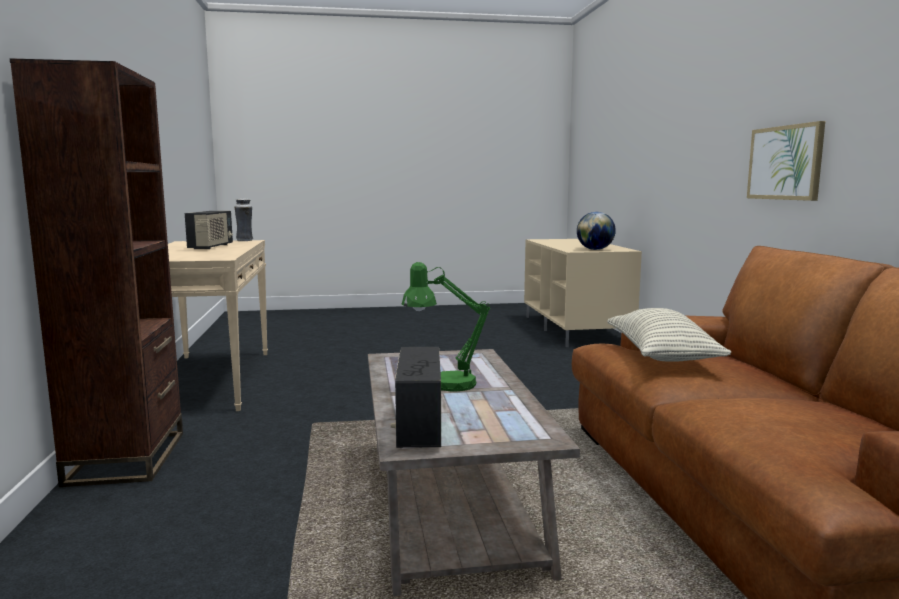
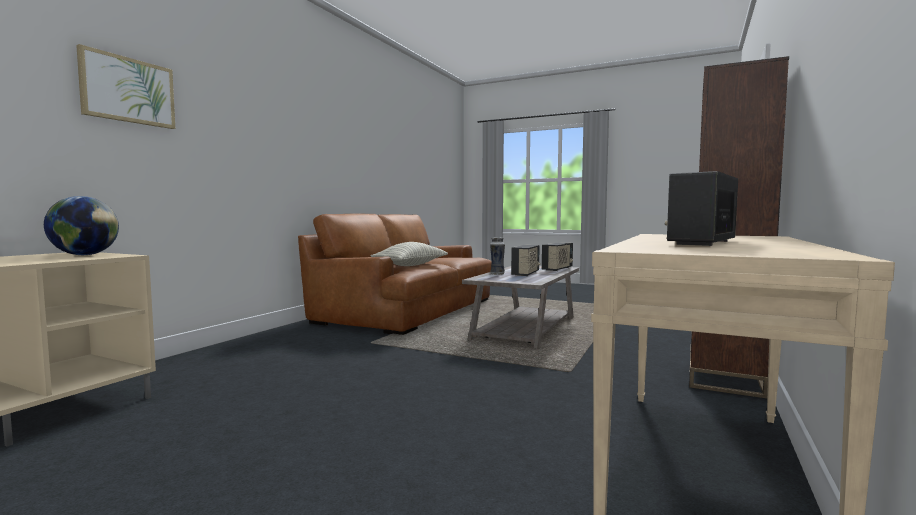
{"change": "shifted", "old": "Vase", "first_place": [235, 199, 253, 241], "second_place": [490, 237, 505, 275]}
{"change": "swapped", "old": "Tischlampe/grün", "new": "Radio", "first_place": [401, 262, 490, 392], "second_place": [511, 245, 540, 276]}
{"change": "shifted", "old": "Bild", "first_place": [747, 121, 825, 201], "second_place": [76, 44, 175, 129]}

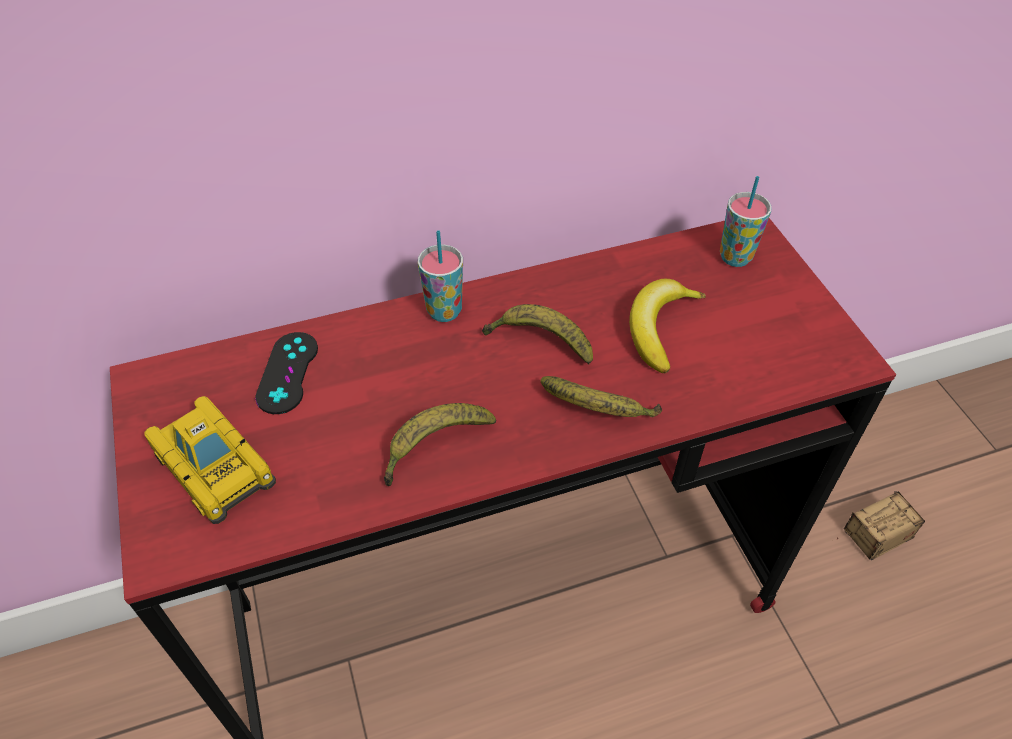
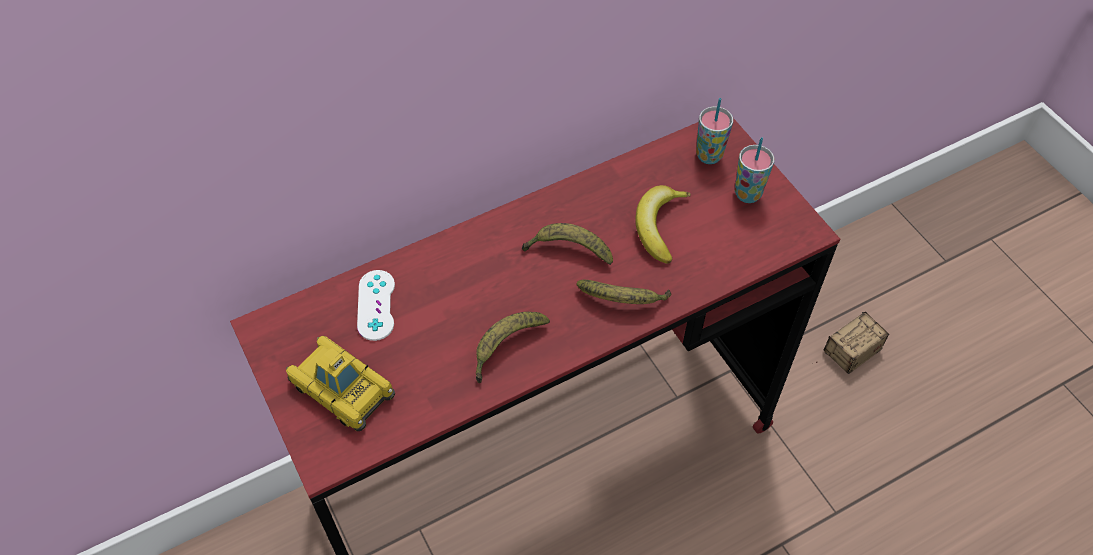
{"change": "repainted", "old": "Gamepad/schwarz", "new": "Gamepad/weiß", "first_place": [255, 332, 318, 414], "second_place": [357, 270, 395, 341]}
{"change": "shifted", "old": "Tasse", "first_place": [418, 230, 463, 322], "second_place": [735, 137, 774, 203]}

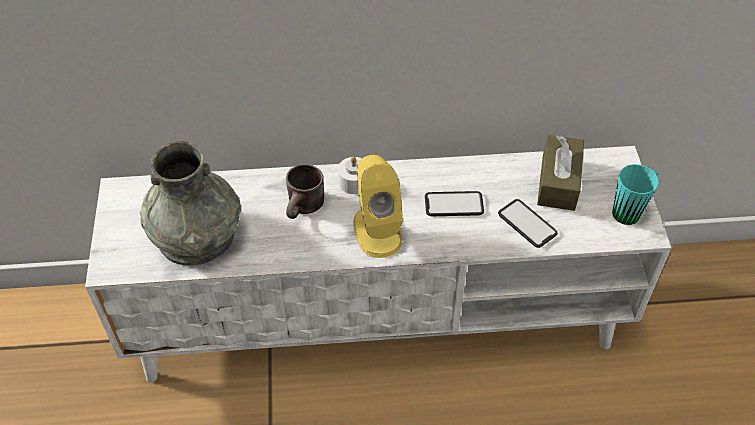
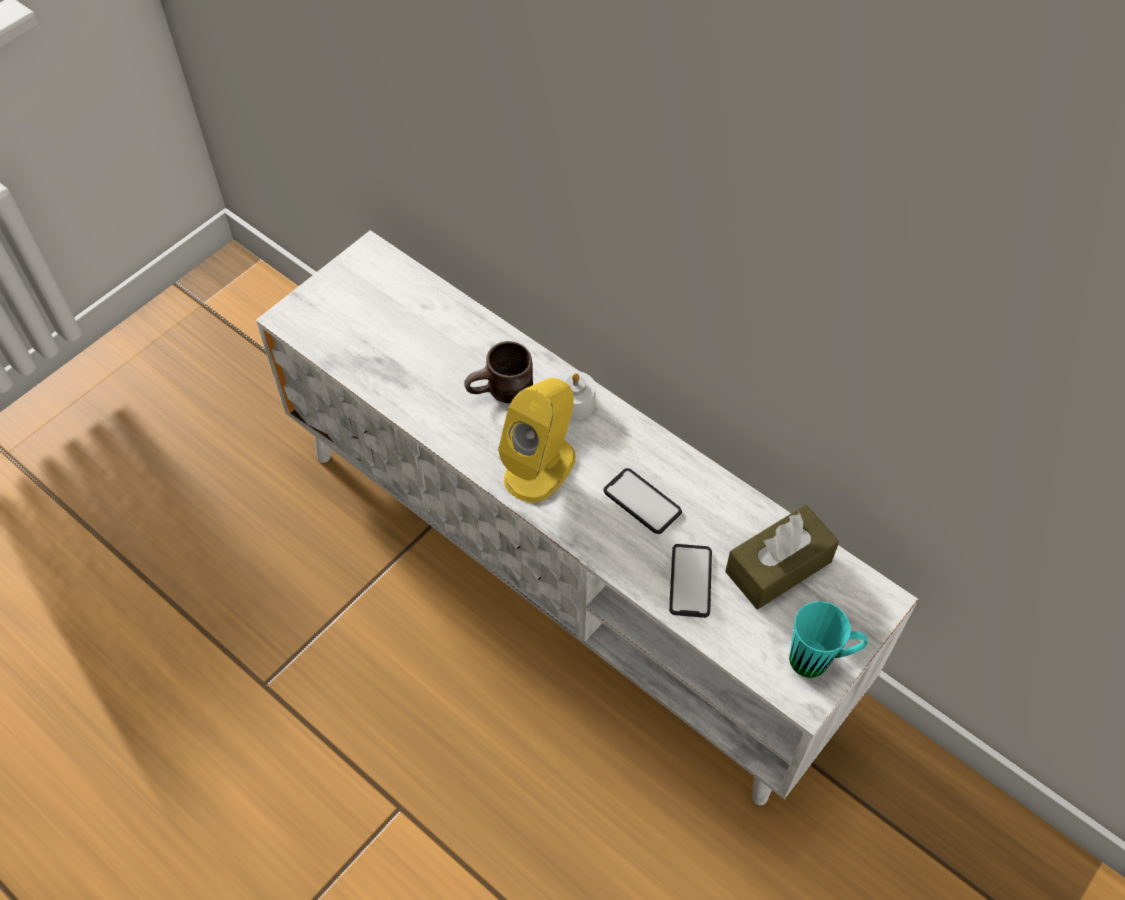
{"change": "gone", "old": "Vase/grau", "first_place": [140, 141, 241, 265]}

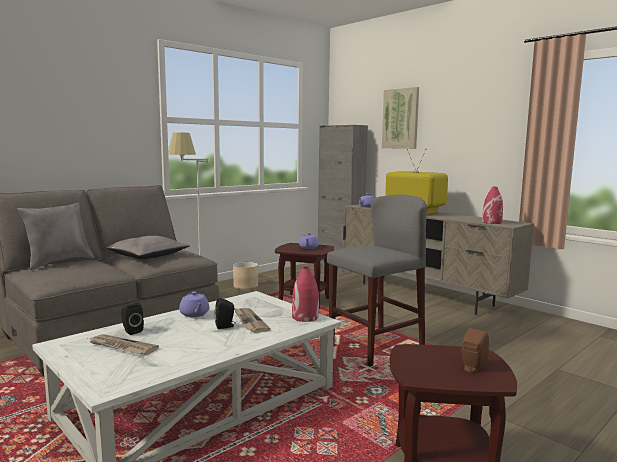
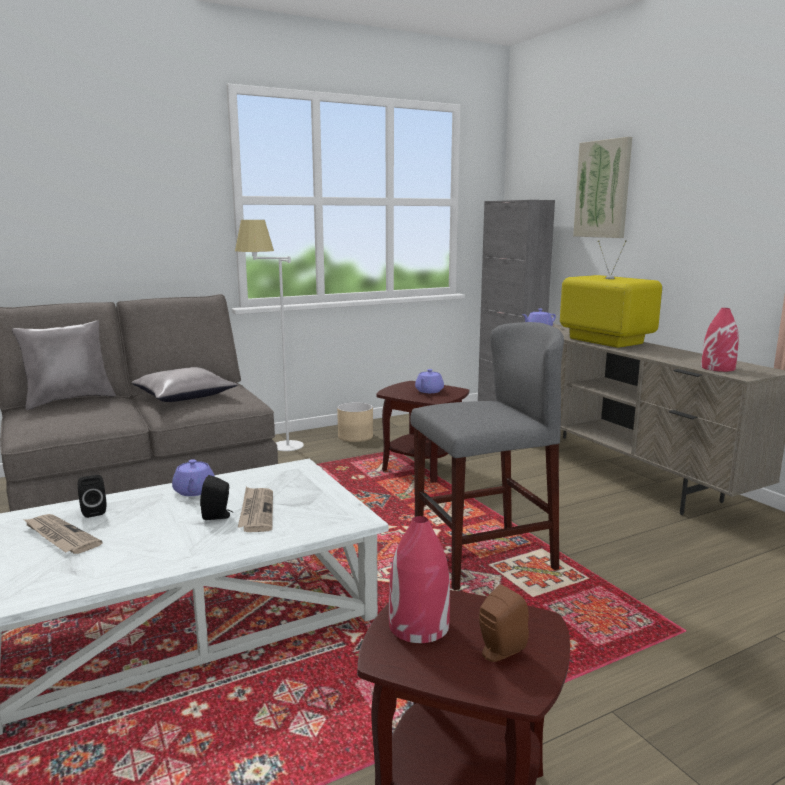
{"change": "shifted", "old": "Vase/rot", "first_place": [292, 267, 319, 322], "second_place": [389, 516, 450, 643]}

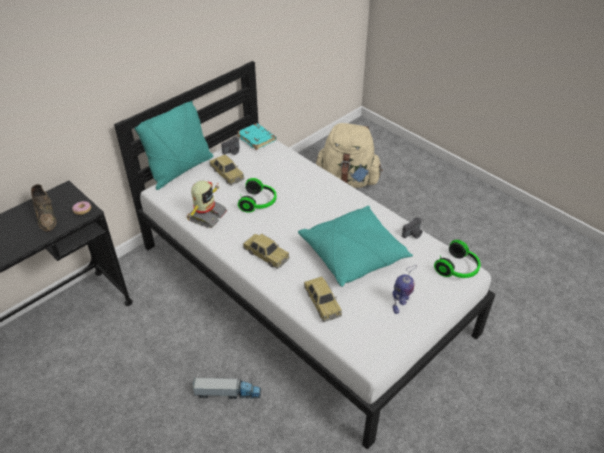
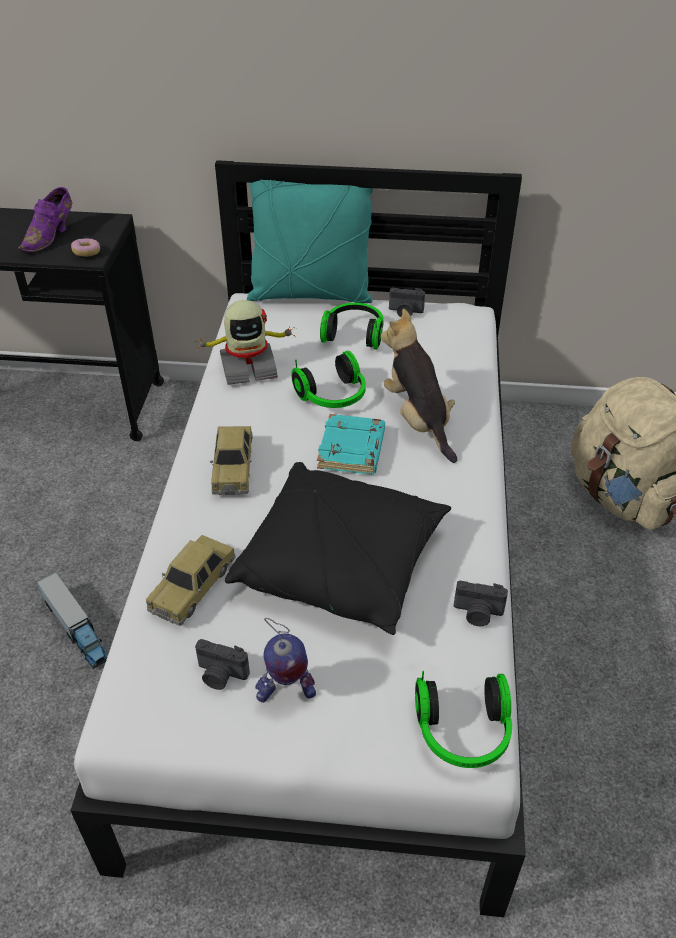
{"change": "repainted", "old": "Schuh/braun", "new": "Schuh/lila", "first_place": [31, 184, 57, 232], "second_place": [18, 187, 72, 252]}
{"change": "swapped", "old": "Spielzeugauto", "new": "Kopfhörer", "first_place": [210, 155, 244, 185], "second_place": [320, 303, 384, 349]}
{"change": "shifted", "old": "Buch/türkis", "first_place": [237, 123, 276, 150], "second_place": [317, 414, 385, 474]}
{"change": "repainted", "old": "Kissen/türkis", "new": "Kissen/schwarz", "first_place": [298, 206, 413, 287], "second_place": [225, 462, 451, 635]}
{"change": "new", "new": "Kamera", "second_place": [195, 639, 250, 690]}
{"change": "new", "new": "Plüschtier", "second_place": [381, 308, 457, 463]}

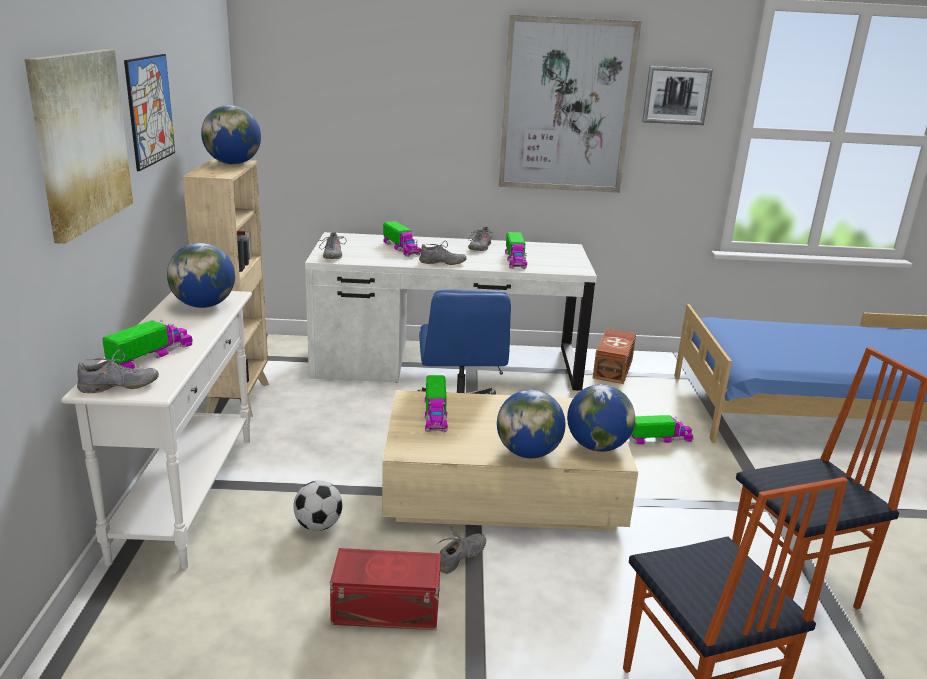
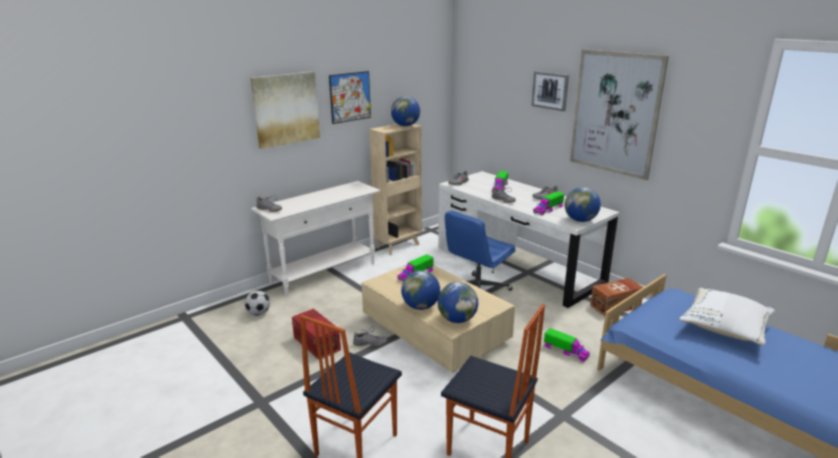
{"change": "gone", "old": "Spielzeuglaster", "first_place": [102, 320, 193, 369]}
{"change": "shifted", "old": "Globus", "first_place": [167, 243, 235, 308], "second_place": [565, 187, 601, 222]}
{"change": "shifted", "old": "Fußball", "first_place": [293, 480, 342, 531], "second_place": [245, 290, 270, 316]}
{"change": "shifted", "old": "Bild", "first_place": [642, 66, 713, 125], "second_place": [532, 71, 569, 111]}
{"change": "new", "new": "Kissen/weiß", "second_place": [679, 288, 775, 345]}

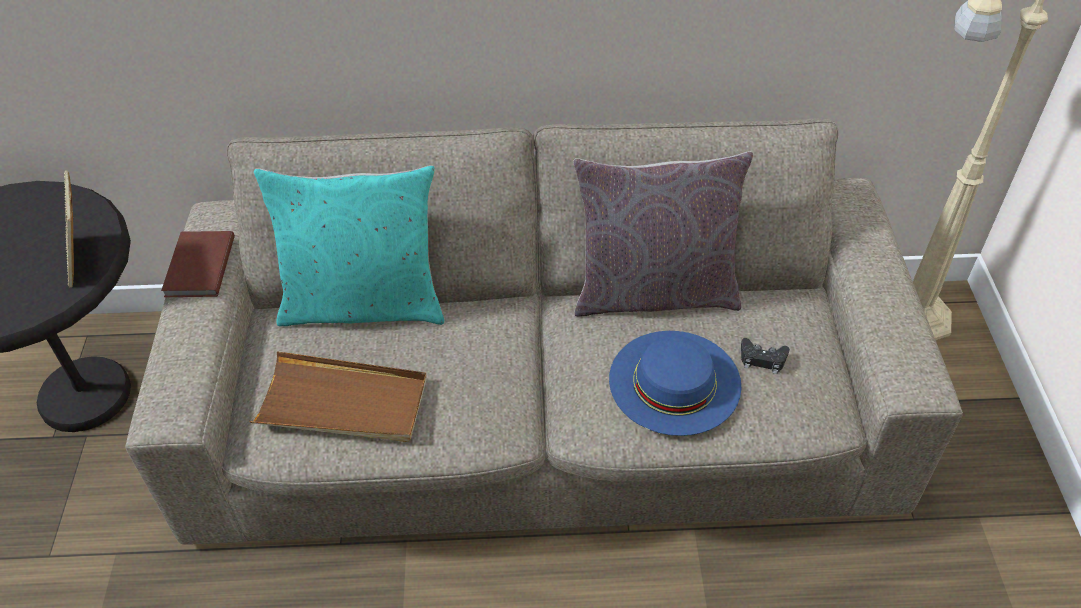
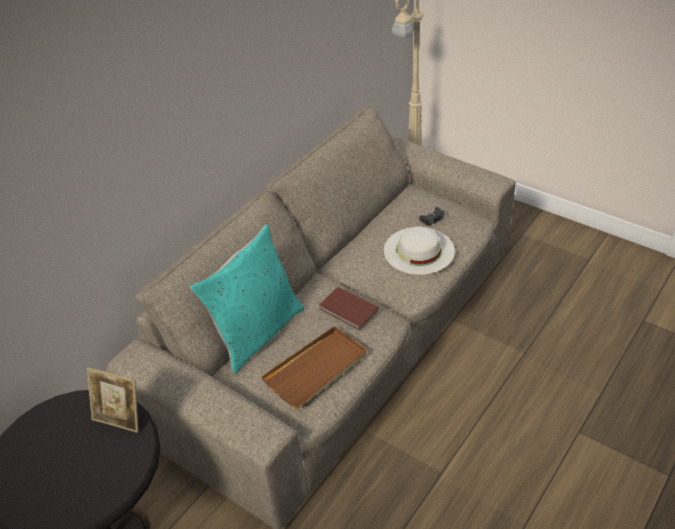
{"change": "shifted", "old": "Buch/braun", "first_place": [161, 231, 235, 297], "second_place": [319, 287, 379, 331]}
{"change": "gone", "old": "Kissen/grau", "first_place": [573, 151, 753, 317]}
{"change": "repainted", "old": "Hut/blau", "new": "Hut/weiß", "first_place": [609, 331, 741, 436], "second_place": [384, 226, 455, 275]}

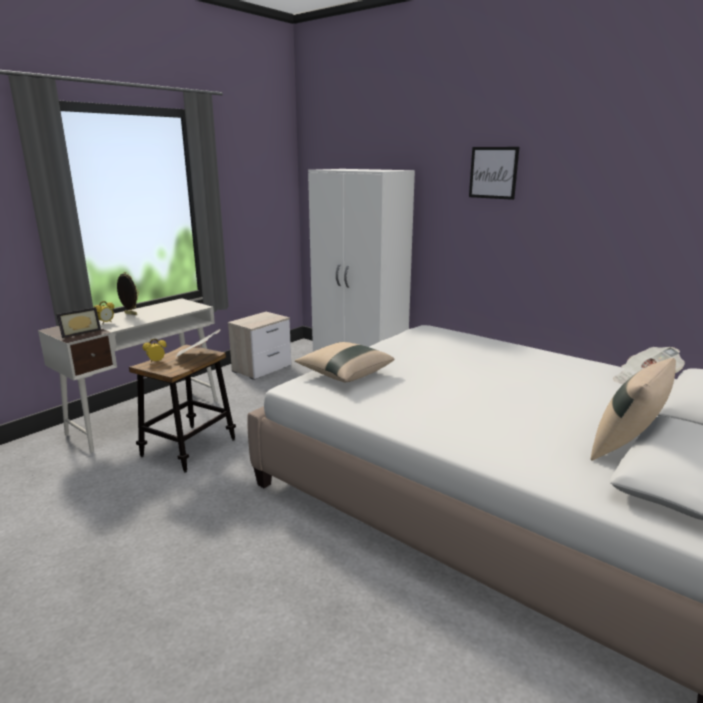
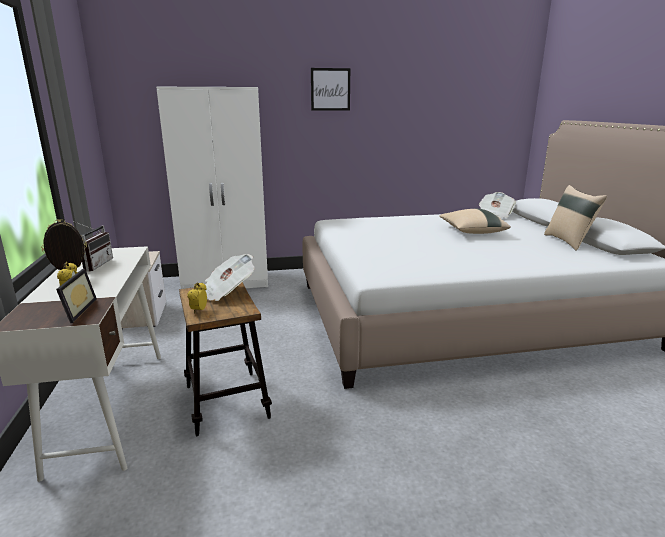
{"change": "shifted", "old": "Kissen/beige", "first_place": [295, 342, 394, 382], "second_place": [439, 209, 511, 234]}
{"change": "new", "new": "Radio", "second_place": [73, 221, 113, 272]}

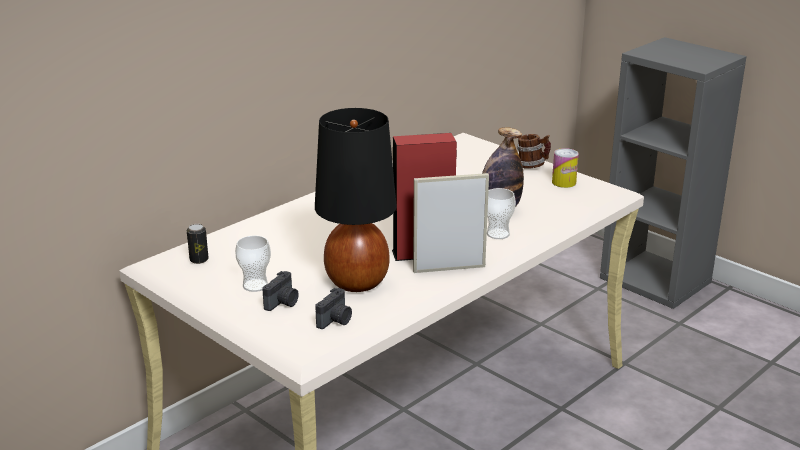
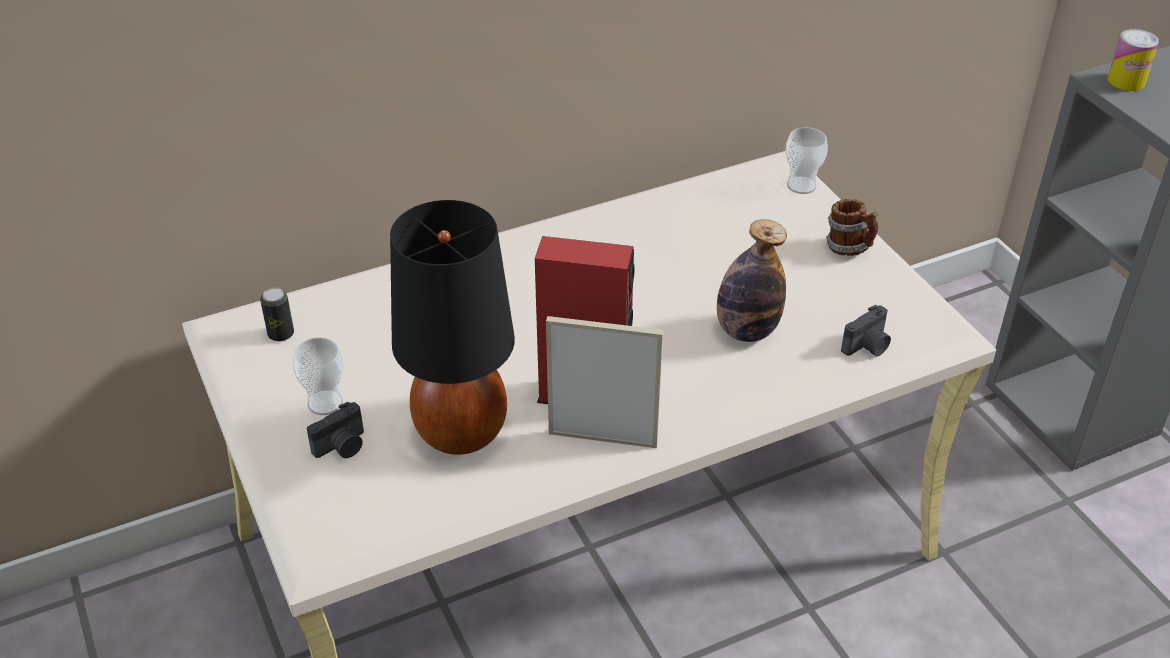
{"change": "shifted", "old": "Kamera", "first_place": [315, 288, 352, 329], "second_place": [841, 305, 891, 356]}
{"change": "shifted", "old": "Tasse", "first_place": [487, 188, 516, 239], "second_place": [785, 127, 828, 194]}
{"change": "shifted", "old": "Dose", "first_place": [552, 148, 579, 188], "second_place": [1108, 29, 1159, 91]}

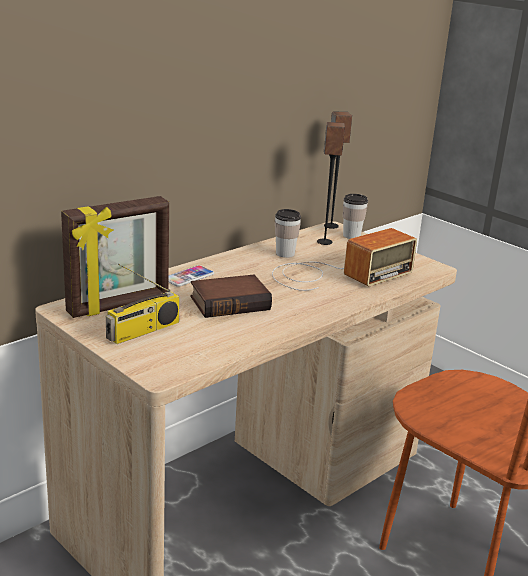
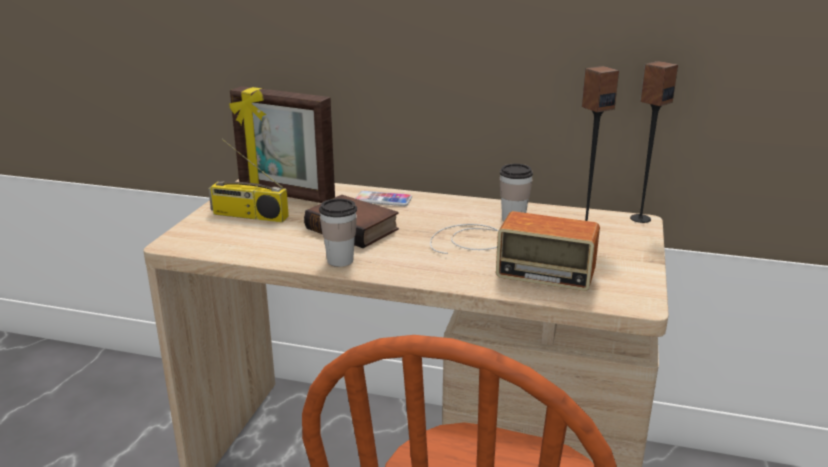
{"change": "shifted", "old": "Tasse", "first_place": [343, 194, 368, 239], "second_place": [319, 198, 357, 267]}

